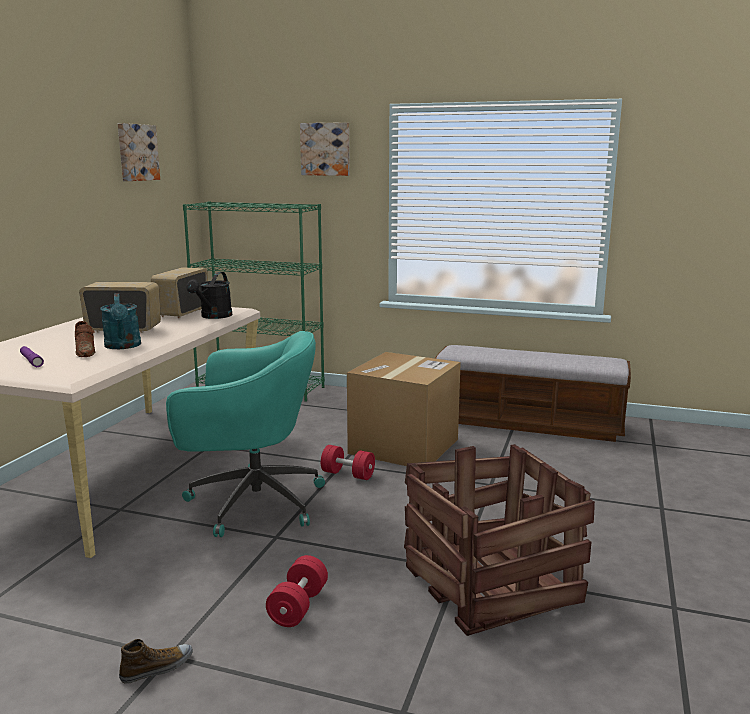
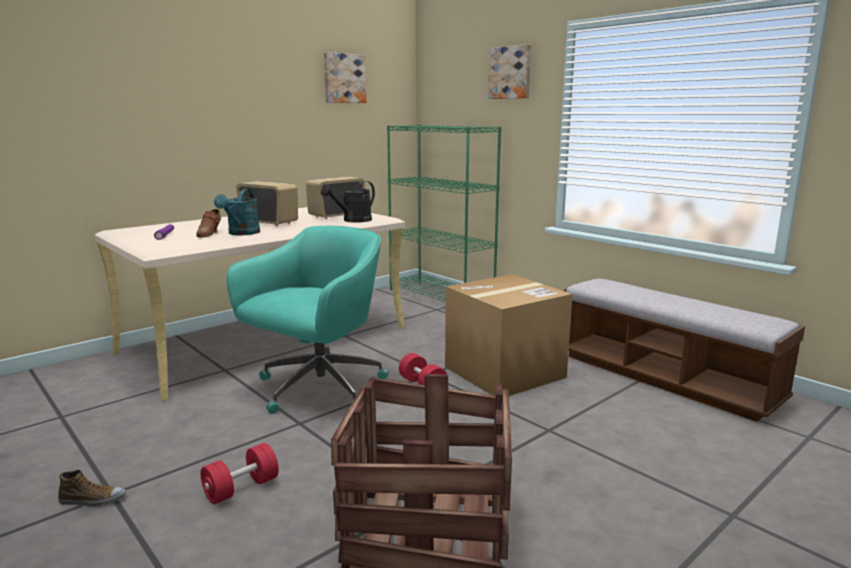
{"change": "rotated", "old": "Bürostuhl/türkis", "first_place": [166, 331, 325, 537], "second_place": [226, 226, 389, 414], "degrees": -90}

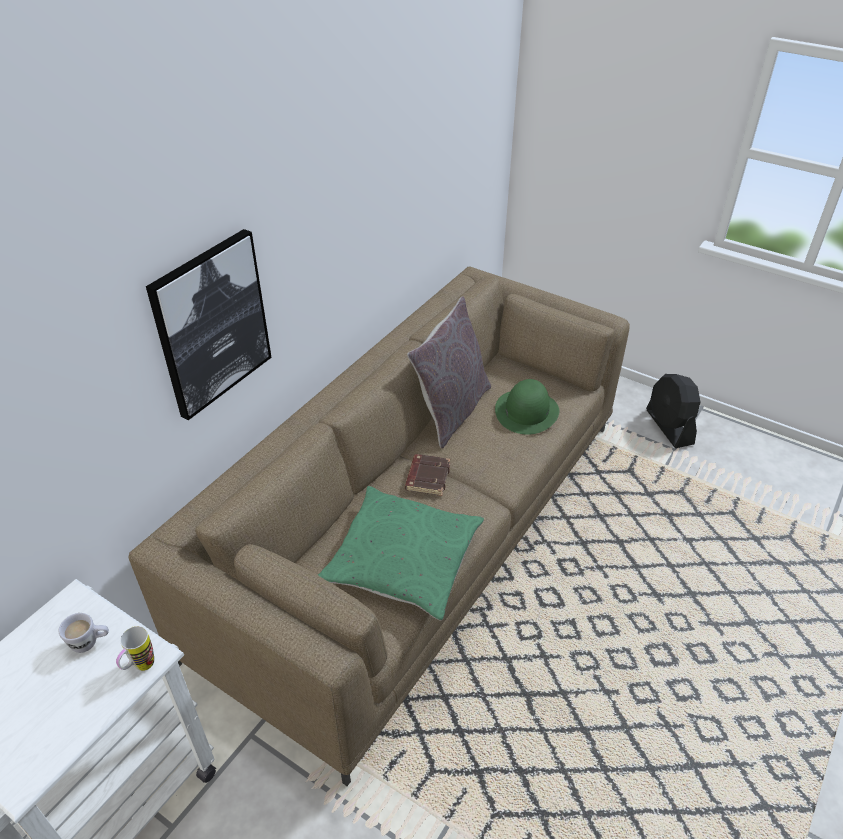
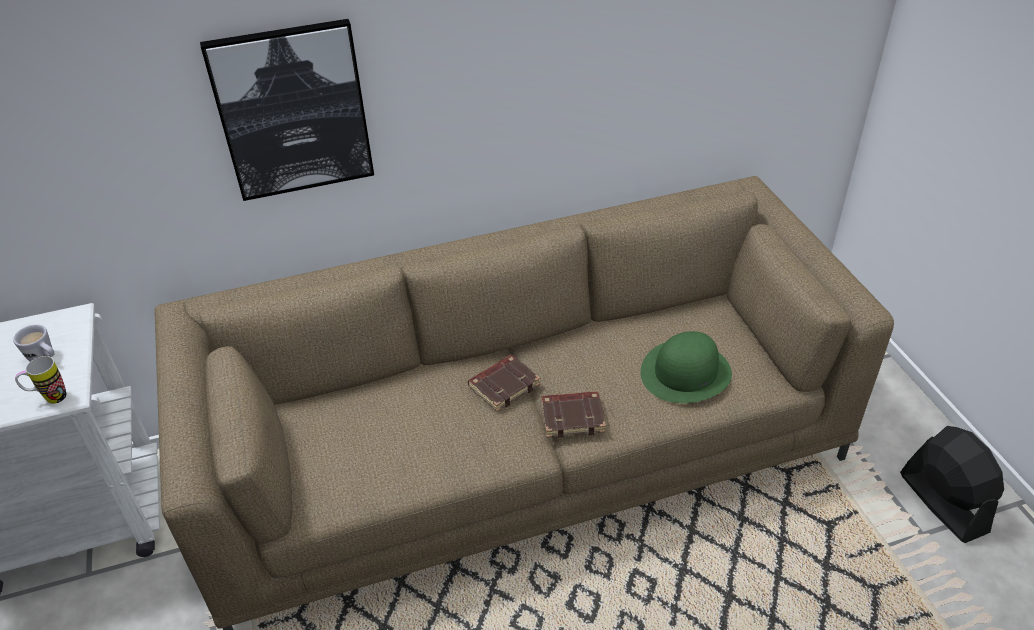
{"change": "gone", "old": "Kissen/grün", "first_place": [318, 486, 484, 621]}
{"change": "gone", "old": "Kissen/grau", "first_place": [407, 296, 491, 448]}
{"change": "rotated", "old": "Ventilator/schwarz", "first_place": [646, 374, 700, 448], "second_place": [900, 426, 1004, 543], "degrees": 135}
{"change": "new", "new": "Buch/braun", "second_place": [542, 391, 606, 438]}

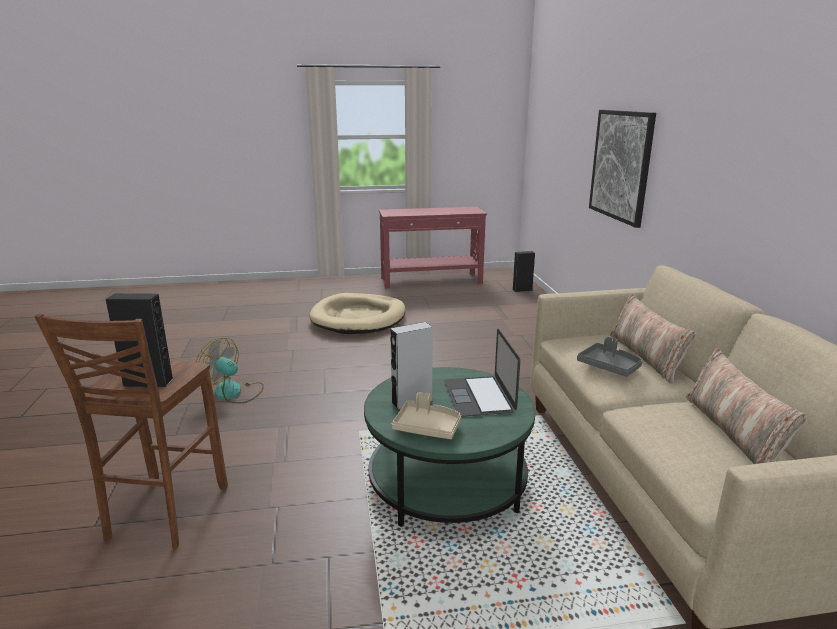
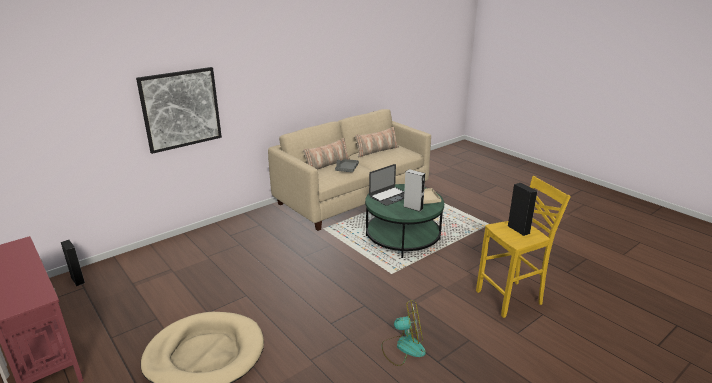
{"change": "repainted", "old": "Hocker/braun", "new": "Hocker/gelb", "first_place": [35, 314, 228, 549], "second_place": [476, 176, 571, 318]}
{"change": "rotated", "old": "Ventilator", "first_place": [196, 338, 264, 403], "second_place": [382, 300, 426, 366], "degrees": -90}

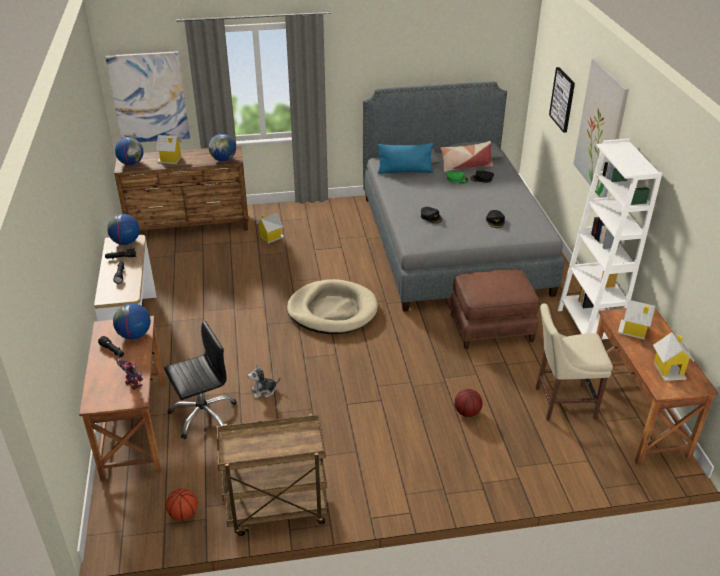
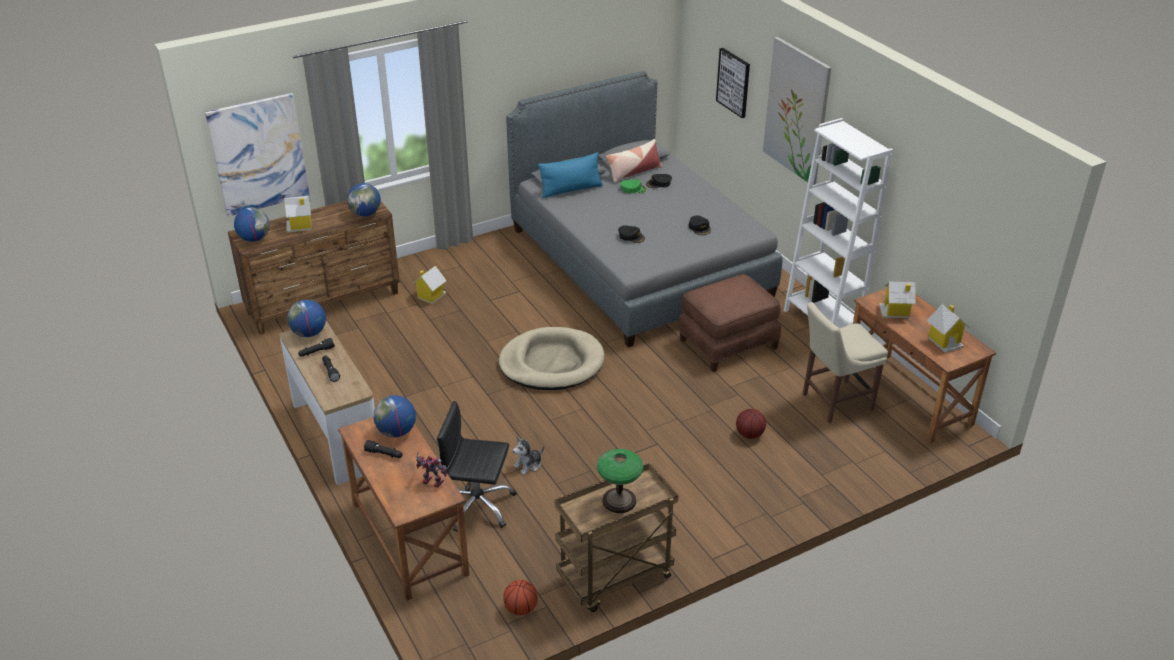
{"change": "rotated", "old": "Bürostuhl/schwarz", "first_place": [164, 320, 237, 439], "second_place": [437, 401, 517, 532], "degrees": -120}
{"change": "new", "new": "Tischlampe", "second_place": [597, 449, 644, 513]}

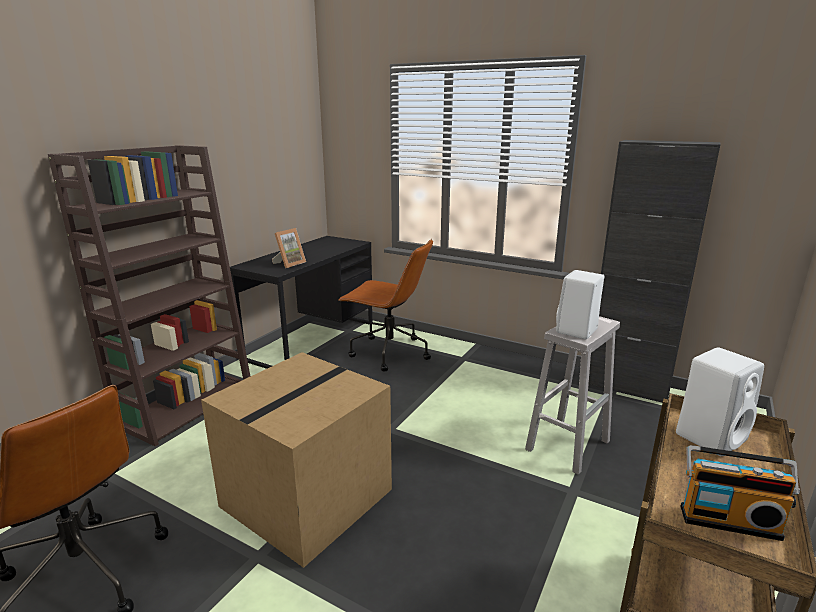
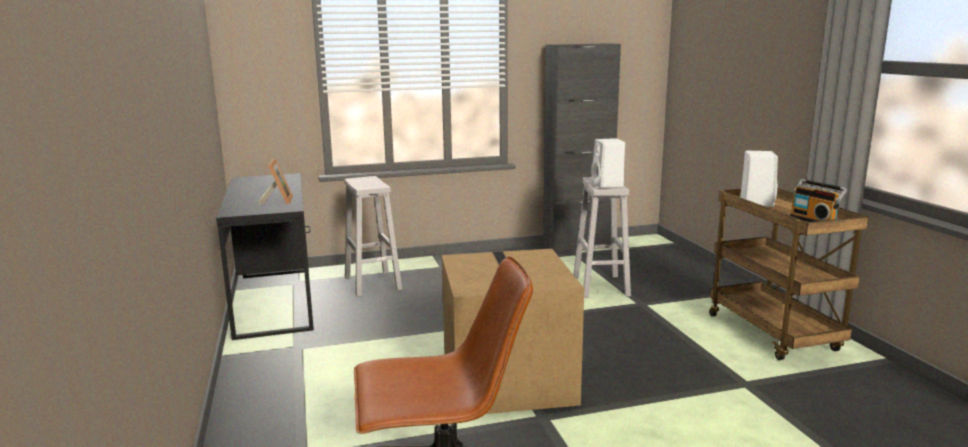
{"change": "gone", "old": "Bücherregal/braun", "first_place": [48, 145, 250, 446]}
{"change": "swapped", "old": "Bürostuhl/braun", "new": "Hocker/weiß", "first_place": [339, 239, 433, 372], "second_place": [344, 176, 402, 297]}
{"change": "rotated", "old": "Radio", "first_place": [680, 445, 800, 541], "second_place": [790, 179, 847, 222], "degrees": 90}

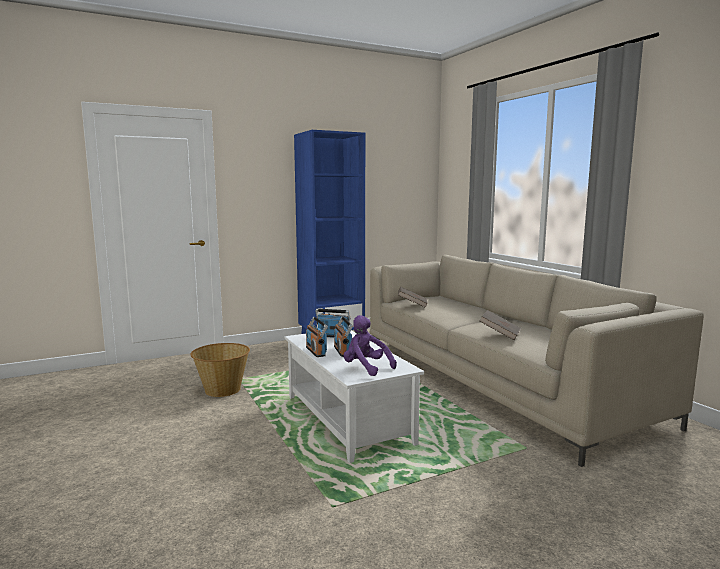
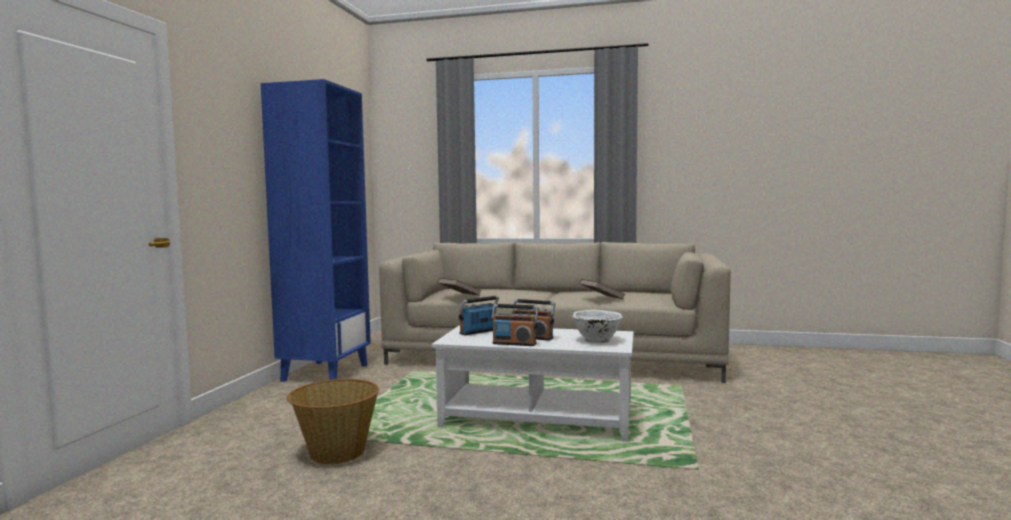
{"change": "swapped", "old": "Plüschtier/lila", "new": "Schüssel/weiß", "first_place": [343, 315, 397, 376], "second_place": [572, 310, 623, 343]}

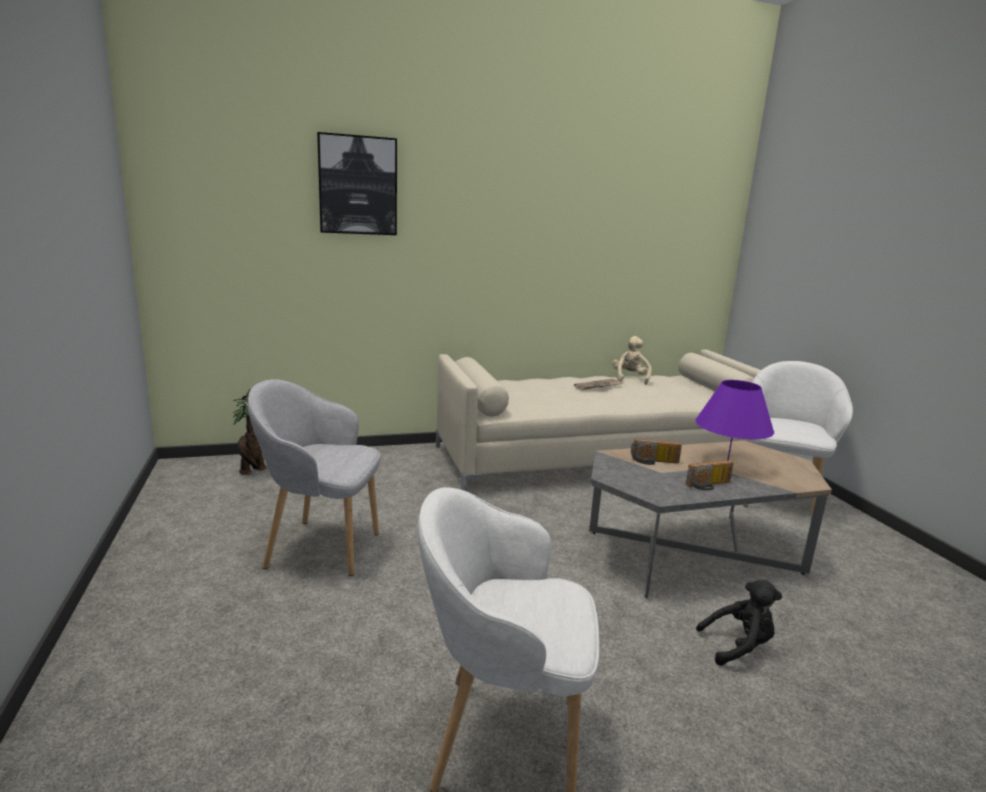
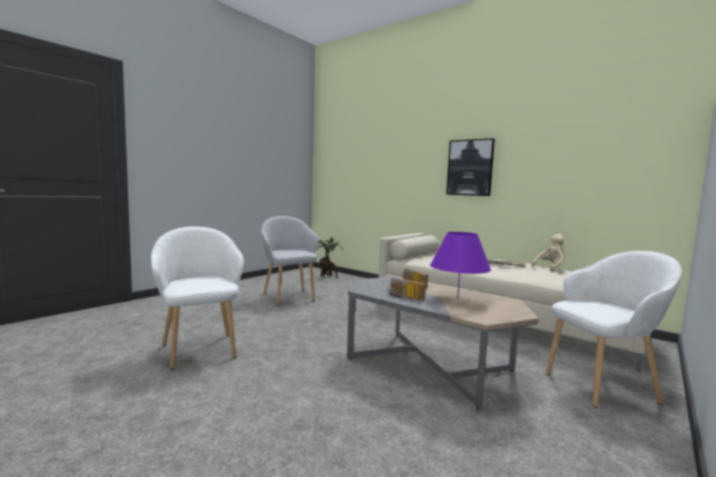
{"change": "shifted", "old": "Bild", "first_place": [317, 132, 397, 235], "second_place": [446, 138, 495, 196]}
{"change": "gone", "old": "Plüschtier/schwarz", "first_place": [696, 580, 782, 666]}

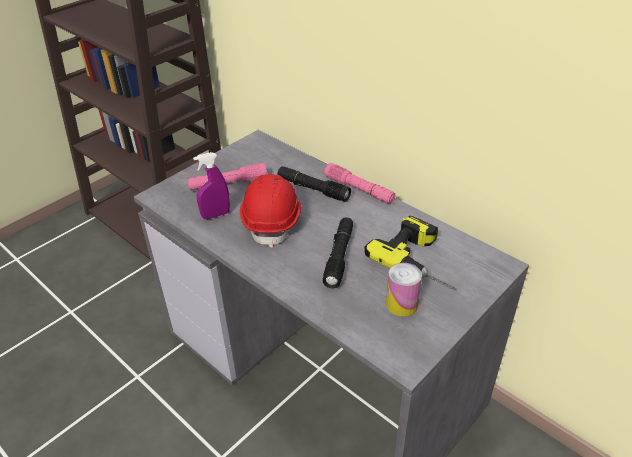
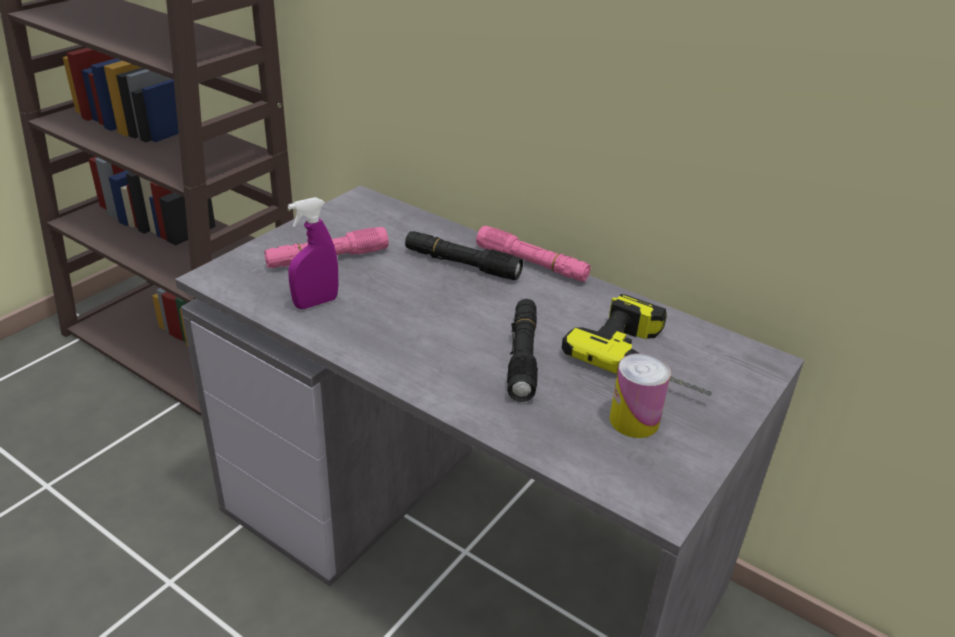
{"change": "gone", "old": "Schutzhelm/rot", "first_place": [240, 174, 301, 248]}

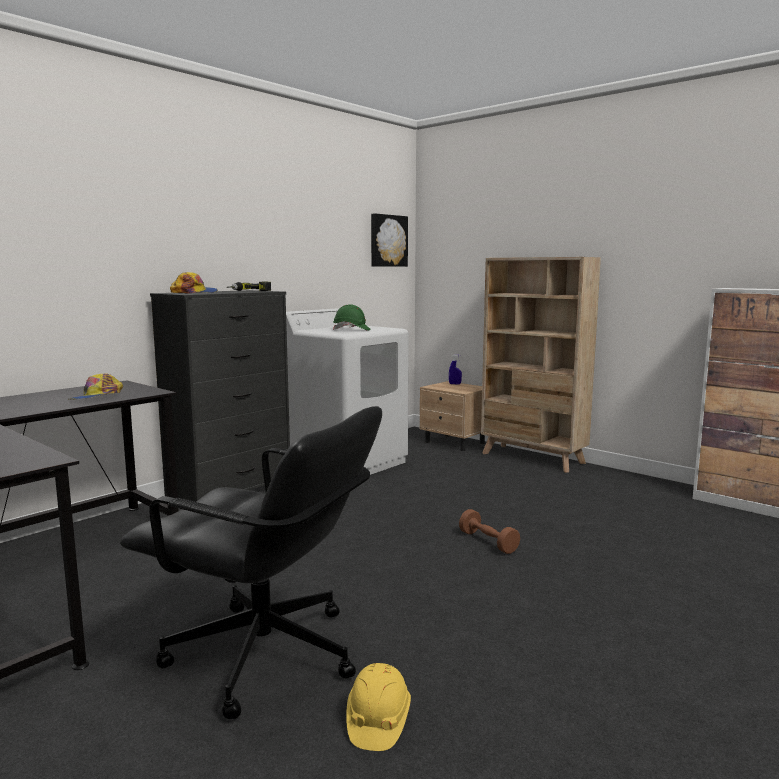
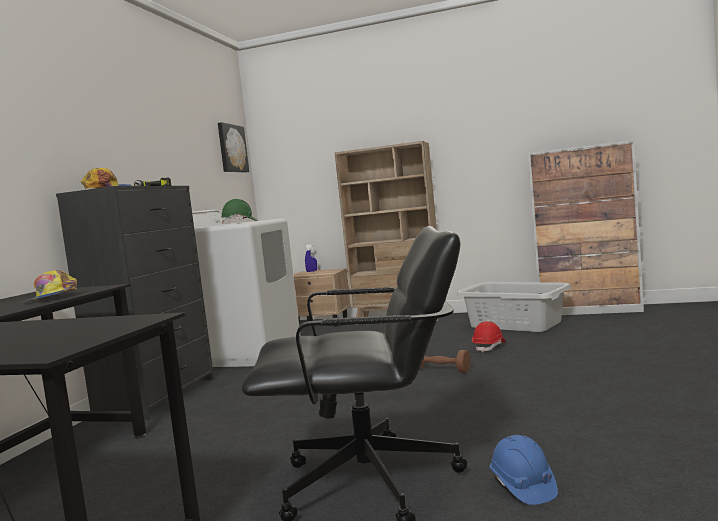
{"change": "repainted", "old": "Schutzhelm/gelb", "new": "Schutzhelm/blau", "first_place": [346, 663, 411, 751], "second_place": [490, 435, 558, 505]}
{"change": "new", "new": "Wäschekorb/grau", "second_place": [457, 282, 571, 332]}
{"change": "new", "new": "Schutzhelm/rot", "second_place": [472, 321, 505, 353]}

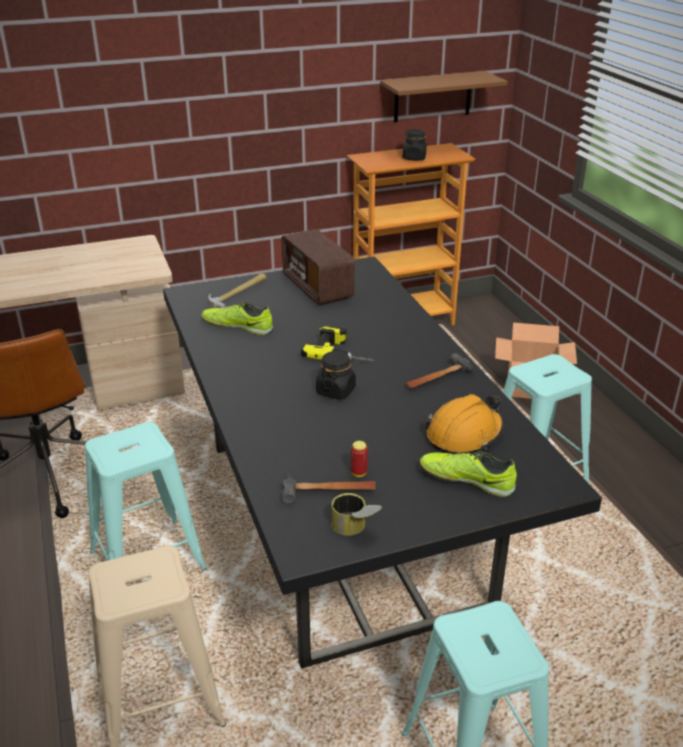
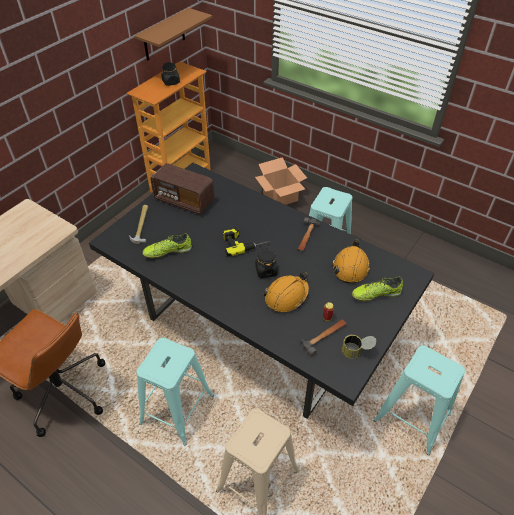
{"change": "new", "new": "Schutzhelm/orange", "second_place": [263, 272, 310, 312]}

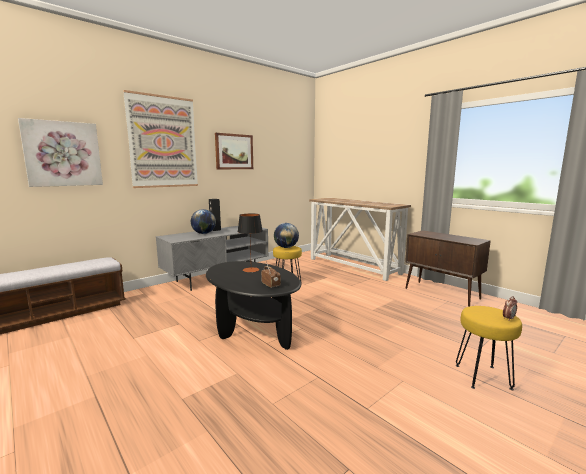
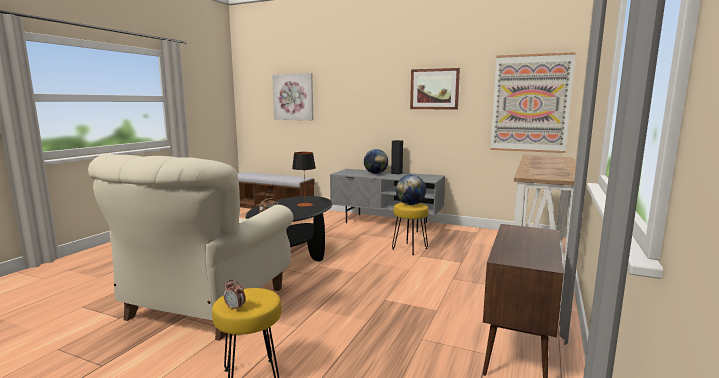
{"change": "shifted", "old": "Bild", "first_place": [123, 90, 198, 188], "second_place": [490, 52, 576, 153]}
{"change": "new", "new": "Sessel/beige", "second_place": [88, 154, 294, 341]}

